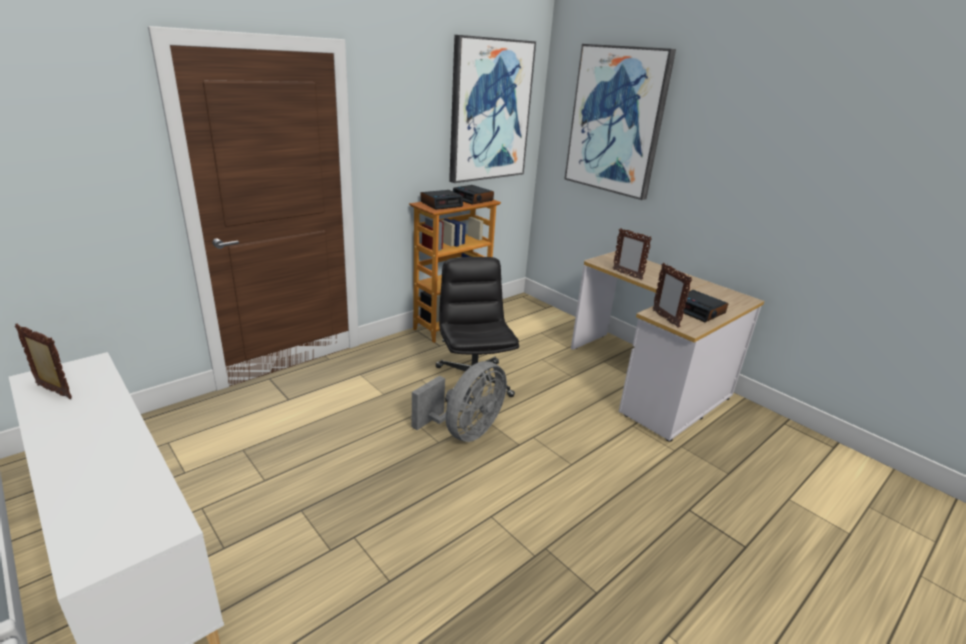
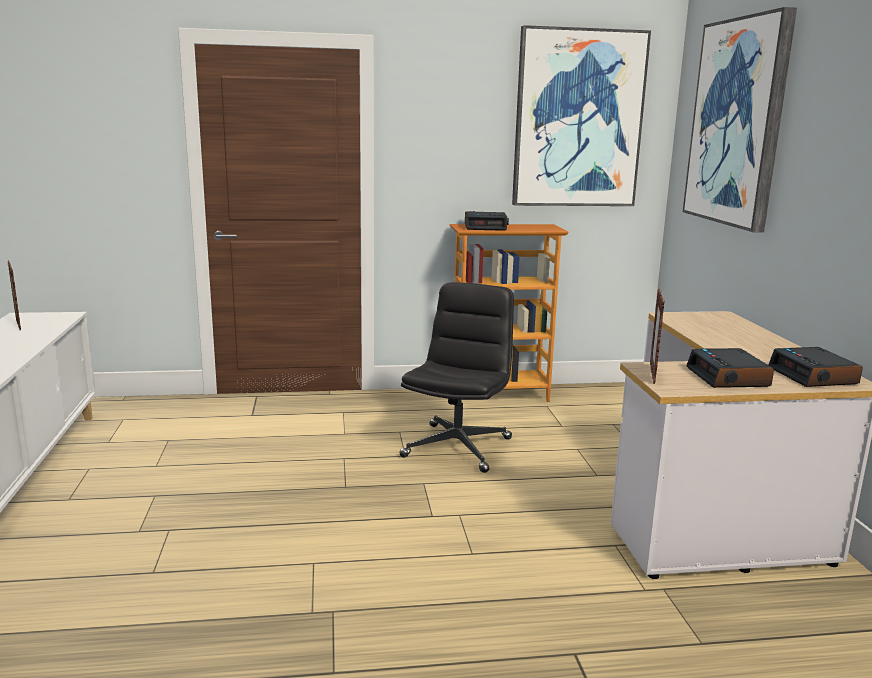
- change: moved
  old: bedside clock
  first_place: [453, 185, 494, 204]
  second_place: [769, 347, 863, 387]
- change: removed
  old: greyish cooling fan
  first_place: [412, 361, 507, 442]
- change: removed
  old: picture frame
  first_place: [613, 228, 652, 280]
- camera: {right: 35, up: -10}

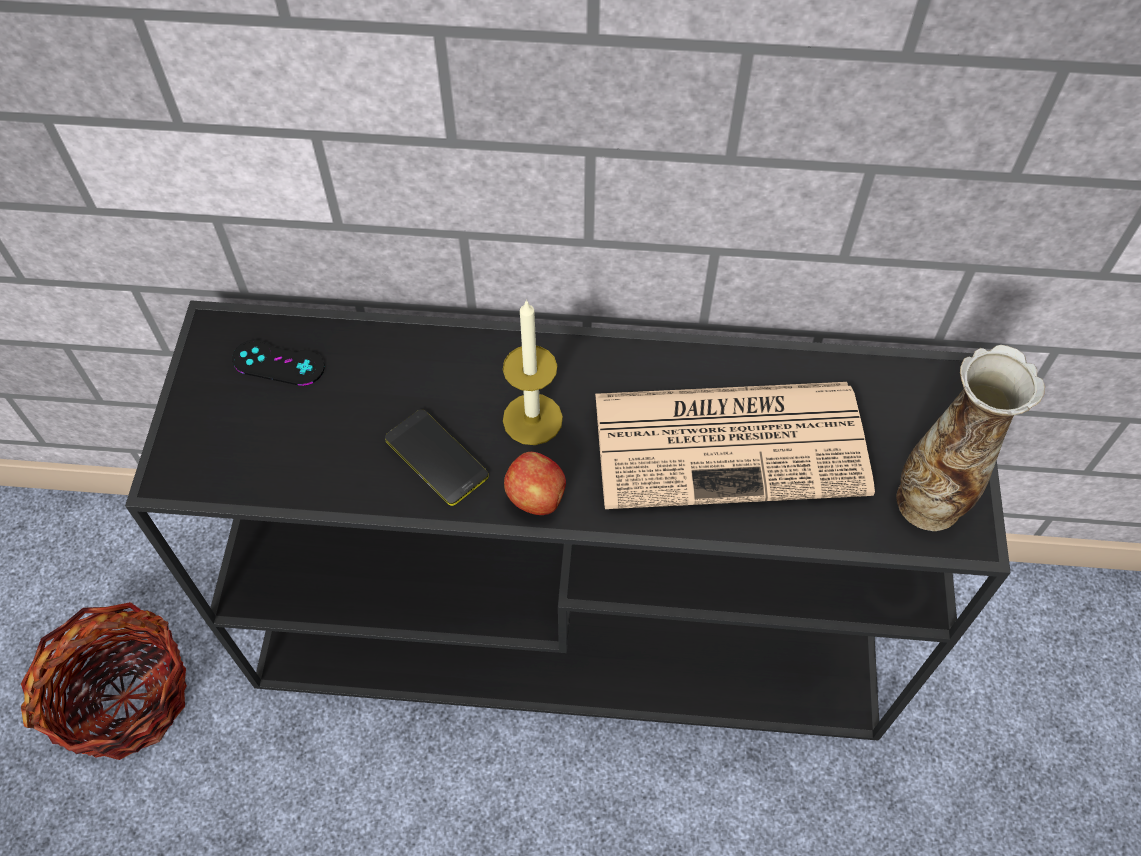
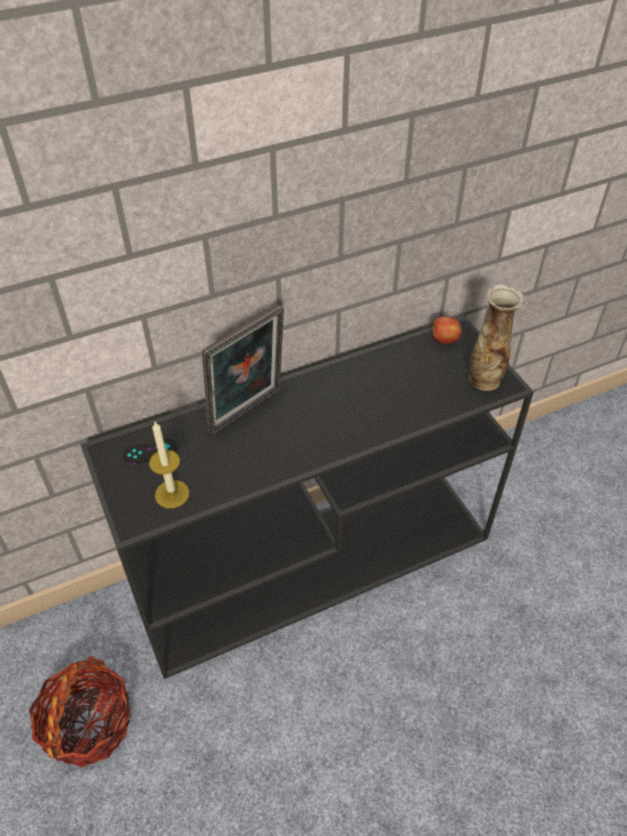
- change: moved
  old: candle
  first_place: [503, 299, 563, 445]
  second_place: [149, 422, 189, 508]
- change: added
  new: picture frame
  second_place: [202, 305, 284, 435]
- change: moved
  old: apple
  first_place: [504, 452, 566, 515]
  second_place: [432, 317, 461, 344]
- change: removed
  old: telephone
  first_place: [385, 409, 489, 506]
- change: removed
  old: newspaper
  first_place: [595, 382, 875, 509]
- camera: {right: -30, up: -10}

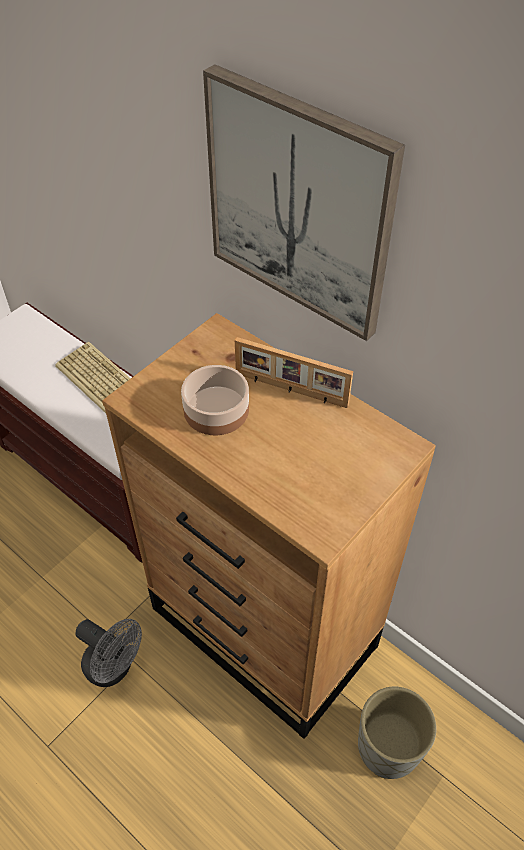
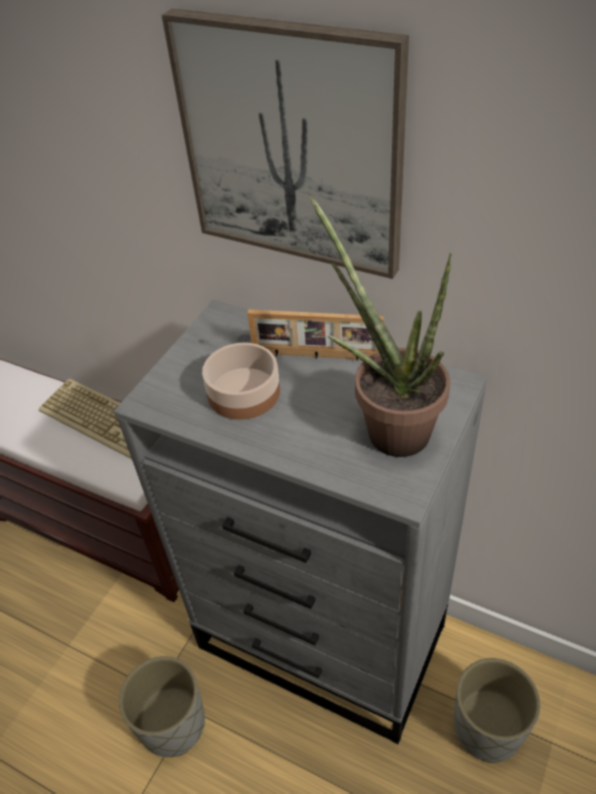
- change: recoloured
  old: brown chest of drawers
  new: greyish chest of drawers
  first_place: [102, 313, 436, 739]
  second_place: [114, 300, 487, 744]
- change: replaced
  old: greyish cooling fan
  new: greyish planter
  first_place: [75, 619, 142, 687]
  second_place: [119, 656, 205, 757]
- change: added
  new: potted plant
  second_place: [309, 195, 452, 457]
- camera: {right: -10, up: -5}

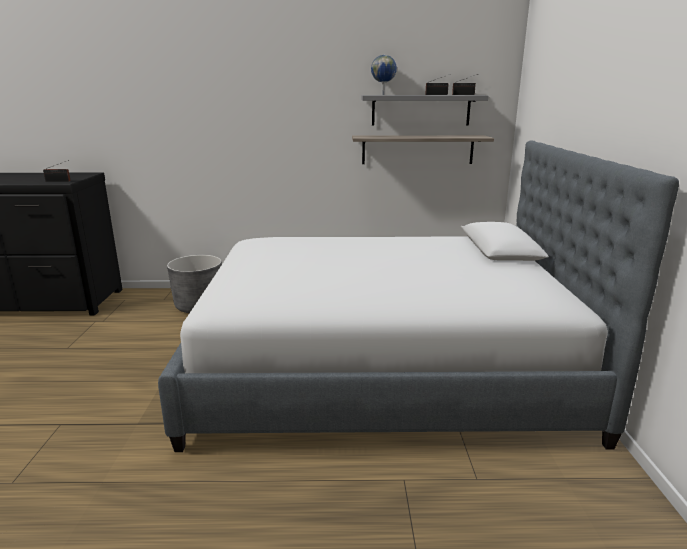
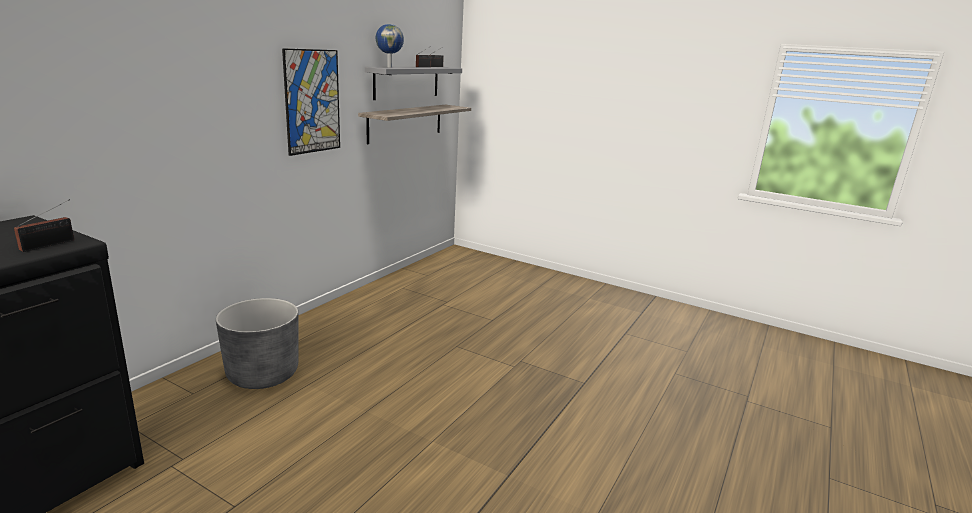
- change: added
  new: wall art
  second_place: [282, 48, 340, 156]
- change: removed
  old: bed
  first_place: [158, 140, 679, 452]
- camera: {right: -60, up: 0}

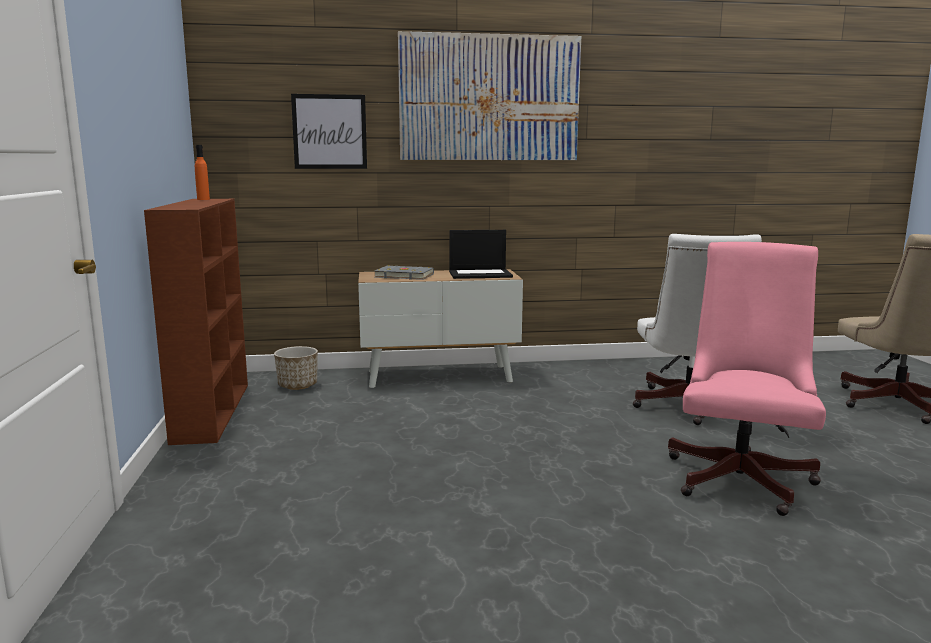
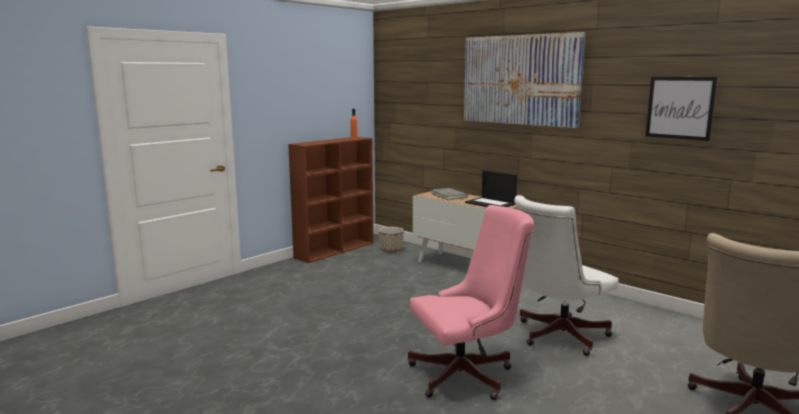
- change: moved
  old: wall art
  first_place: [291, 94, 367, 169]
  second_place: [645, 77, 718, 141]
- camera: {right: 50, up: 0}

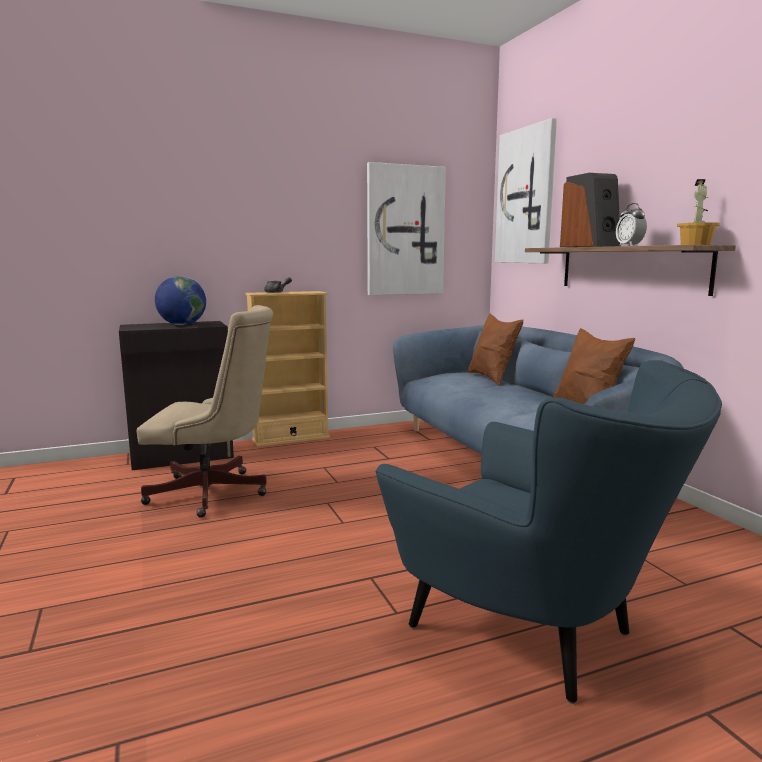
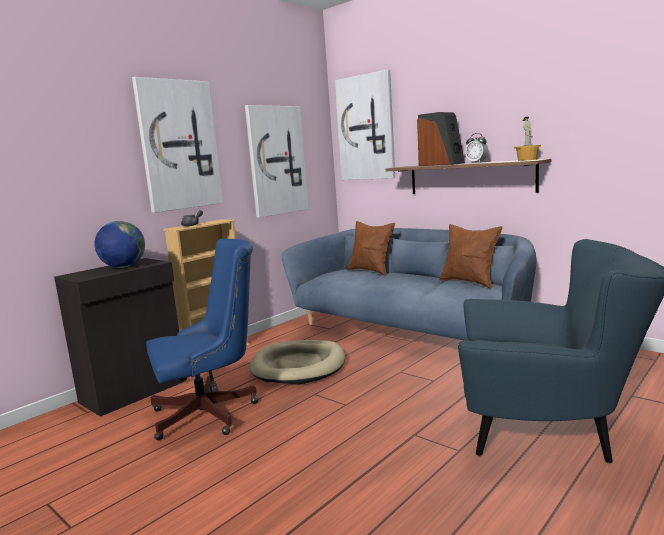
- change: added
  new: wall art
  second_place: [132, 77, 223, 213]
- change: recoloured
  old: sand-coloured office chair
  new: blue office chair
  first_place: [137, 305, 273, 518]
  second_place: [146, 239, 258, 440]
- change: added
  new: sand-coloured pet bed
  second_place: [250, 340, 345, 385]
- camera: {right: -25, up: 0}

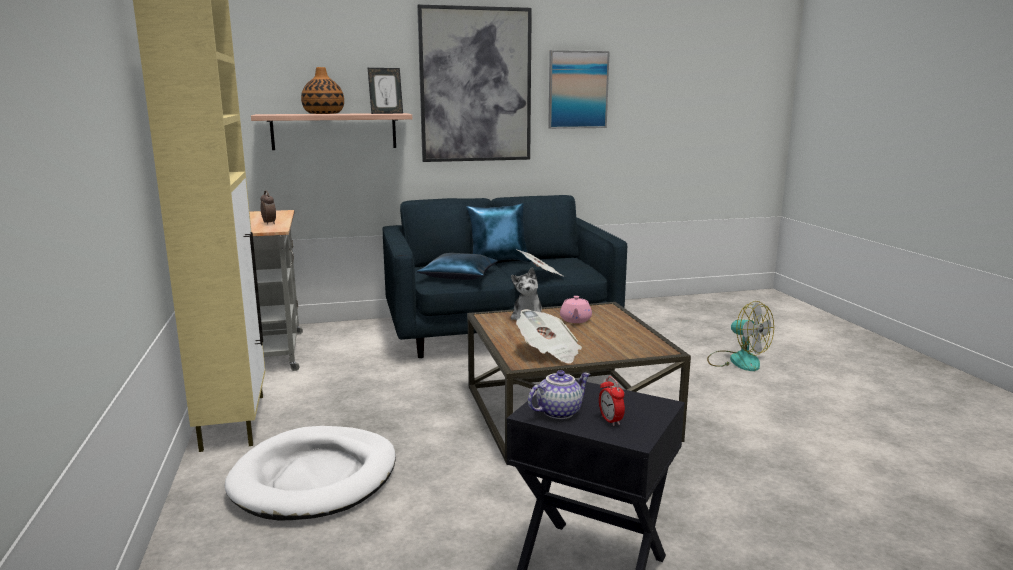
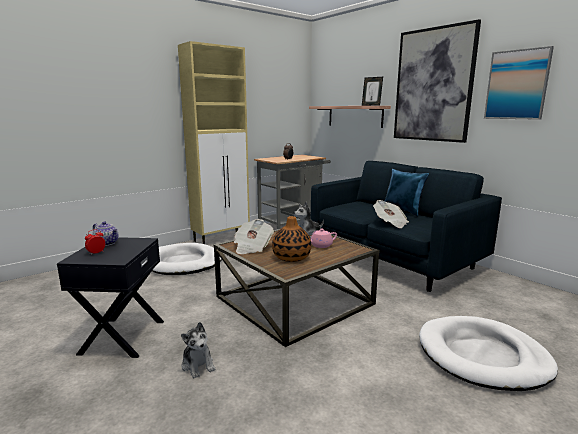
- change: added
  new: cuddly toy
  second_place: [181, 322, 215, 378]
- change: moved
  old: flower vase
  first_place: [301, 67, 344, 114]
  second_place: [272, 216, 311, 262]
- change: replaced
  old: cooling fan
  new: white-coloured pet bed
  first_place: [707, 301, 774, 371]
  second_place: [419, 316, 558, 391]
- change: removed
  old: blue pillow
  first_place: [417, 253, 498, 280]
- camera: {right: 65, up: 0}

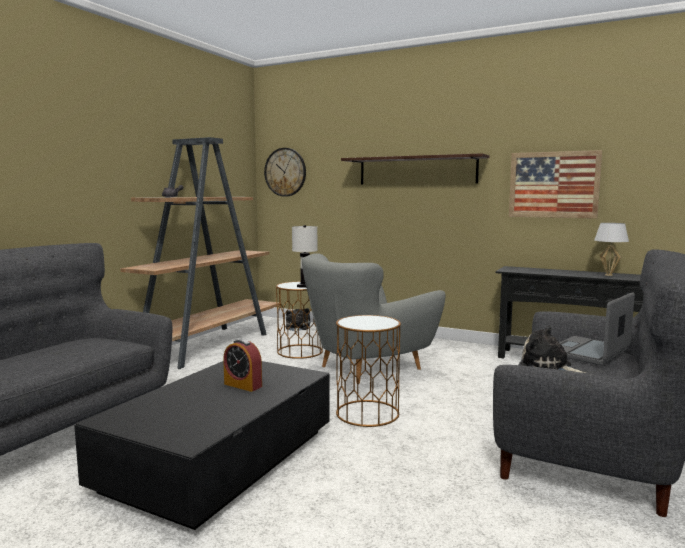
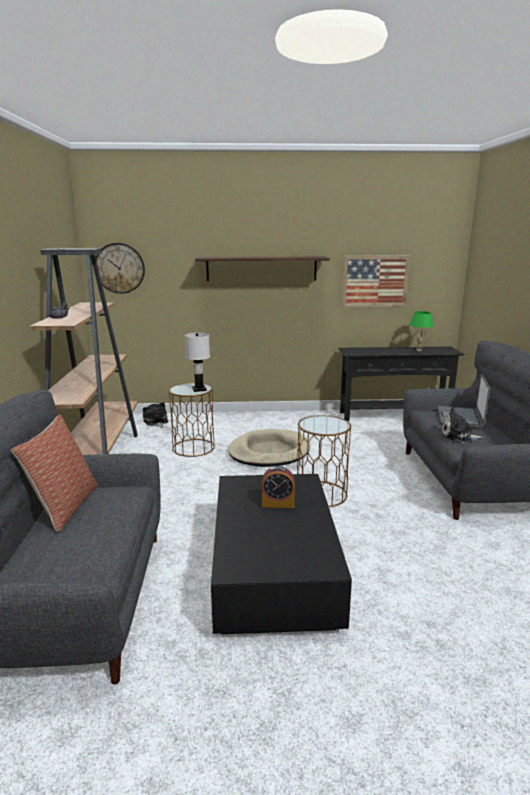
- change: added
  new: pillow
  second_place: [11, 415, 98, 533]
- change: replaced
  old: greyish lounge chair
  new: sand-coloured pet bed
  first_place: [302, 253, 446, 384]
  second_place: [228, 429, 311, 467]
- change: recoloured
  old: white-coloured tabletop lamp
  new: greenish tabletop lamp
  first_place: [594, 223, 629, 276]
  second_place: [410, 311, 433, 351]
- camera: {right: -30, up: 10}

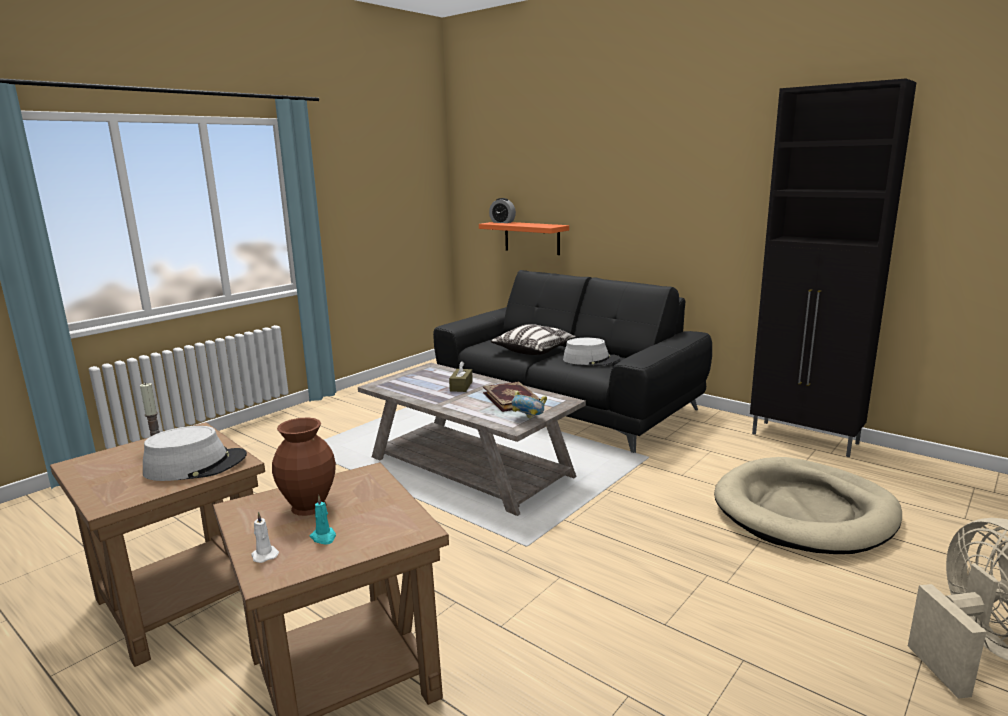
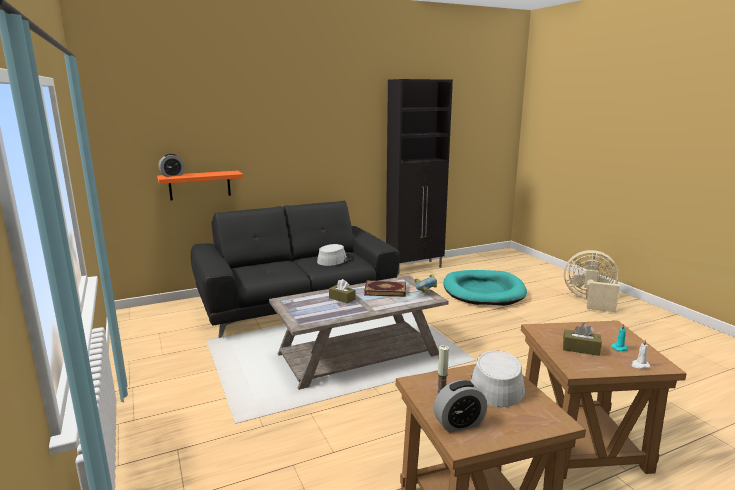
- change: added
  new: bedside clock
  second_place: [434, 380, 487, 433]
- change: recoloured
  old: sand-coloured pet bed
  new: turquoise-coloured pet bed
  first_place: [714, 457, 902, 554]
  second_place: [443, 270, 527, 306]
- change: replaced
  old: brown flower vase
  new: brown tissue holder
  first_place: [272, 417, 336, 516]
  second_place: [563, 323, 602, 356]
- change: removed
  old: pillow
  first_place: [491, 324, 576, 355]
- camera: {right: -65, up: 0}

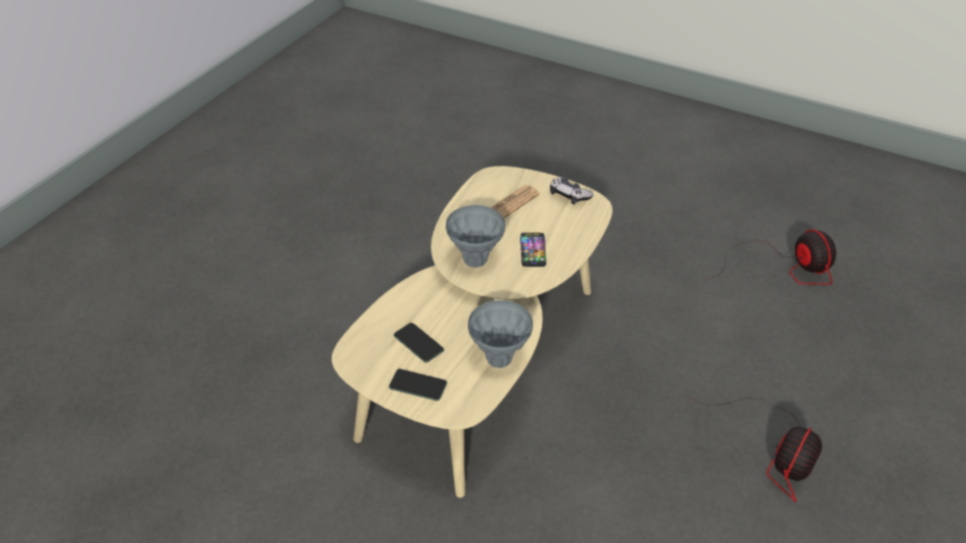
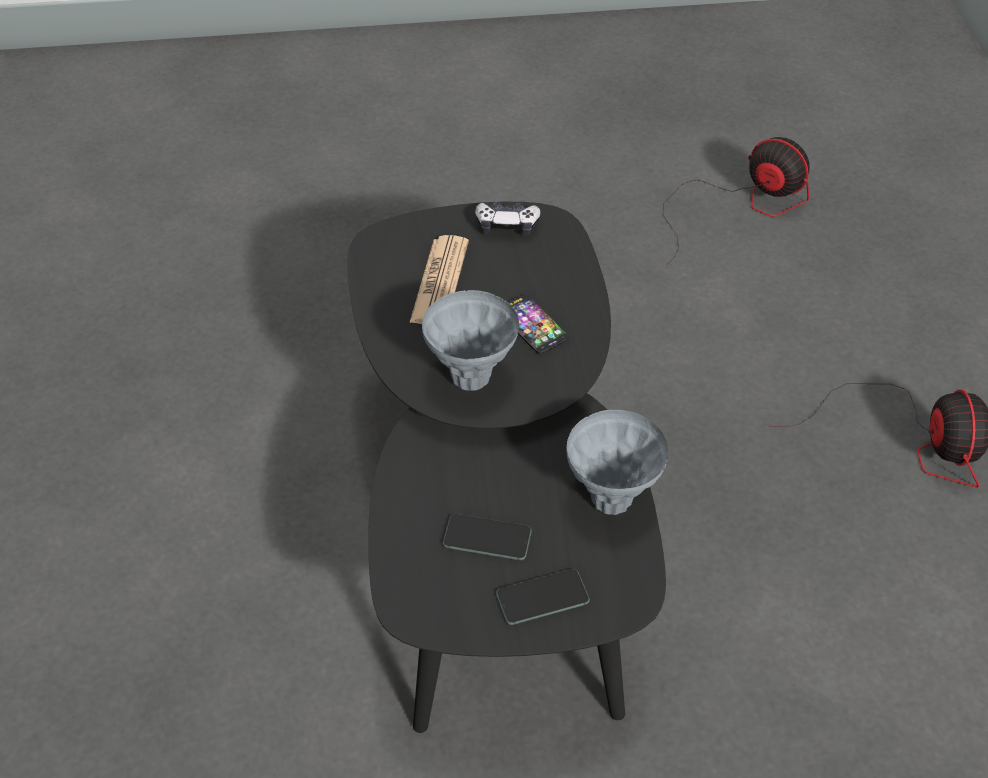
- change: recoloured
  old: sand-coloured lounge table
  new: black lounge table
  first_place: [332, 166, 612, 498]
  second_place: [347, 202, 666, 733]
- camera: {right: -35, up: 5}

